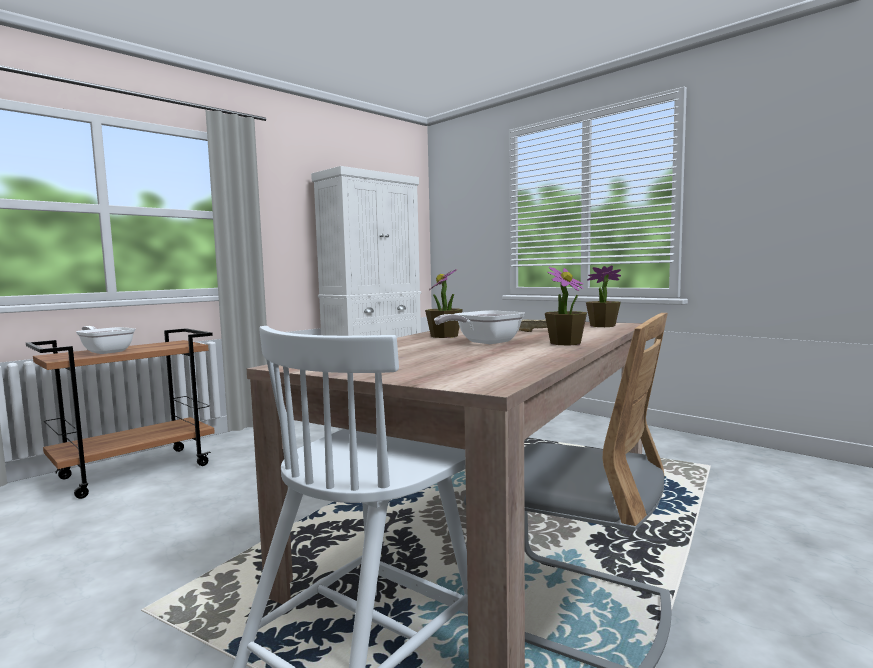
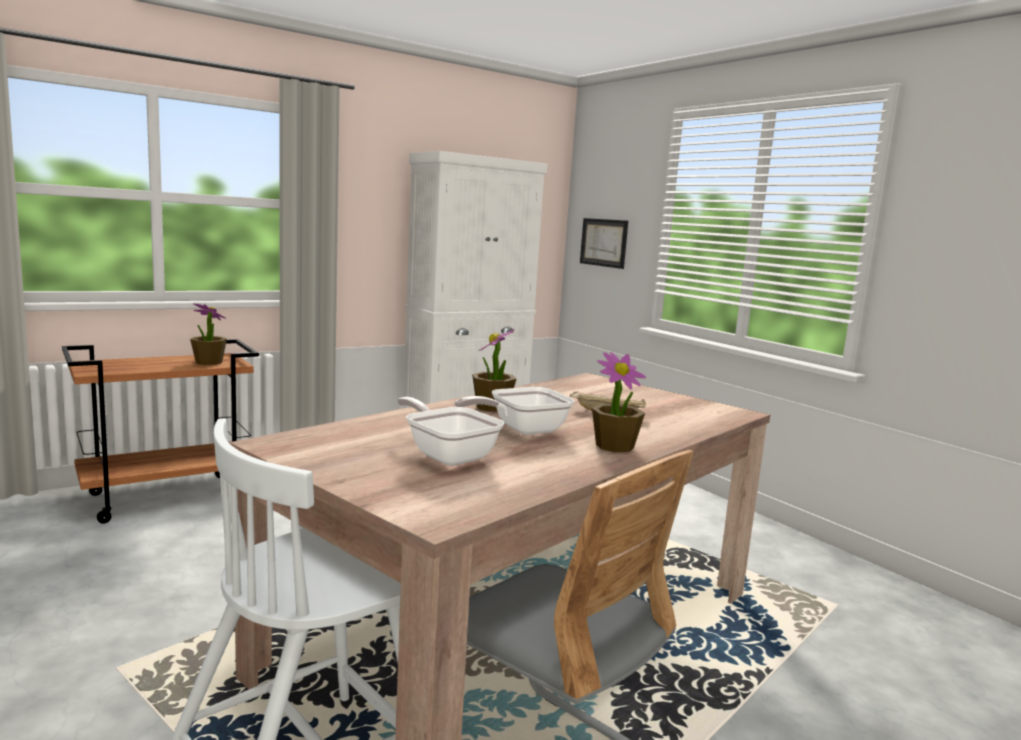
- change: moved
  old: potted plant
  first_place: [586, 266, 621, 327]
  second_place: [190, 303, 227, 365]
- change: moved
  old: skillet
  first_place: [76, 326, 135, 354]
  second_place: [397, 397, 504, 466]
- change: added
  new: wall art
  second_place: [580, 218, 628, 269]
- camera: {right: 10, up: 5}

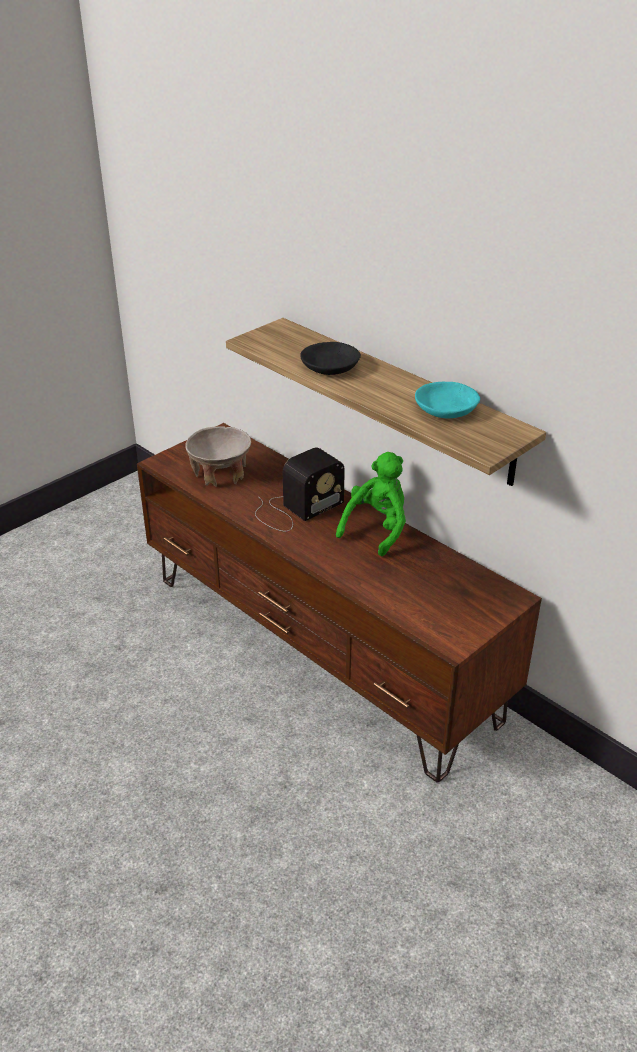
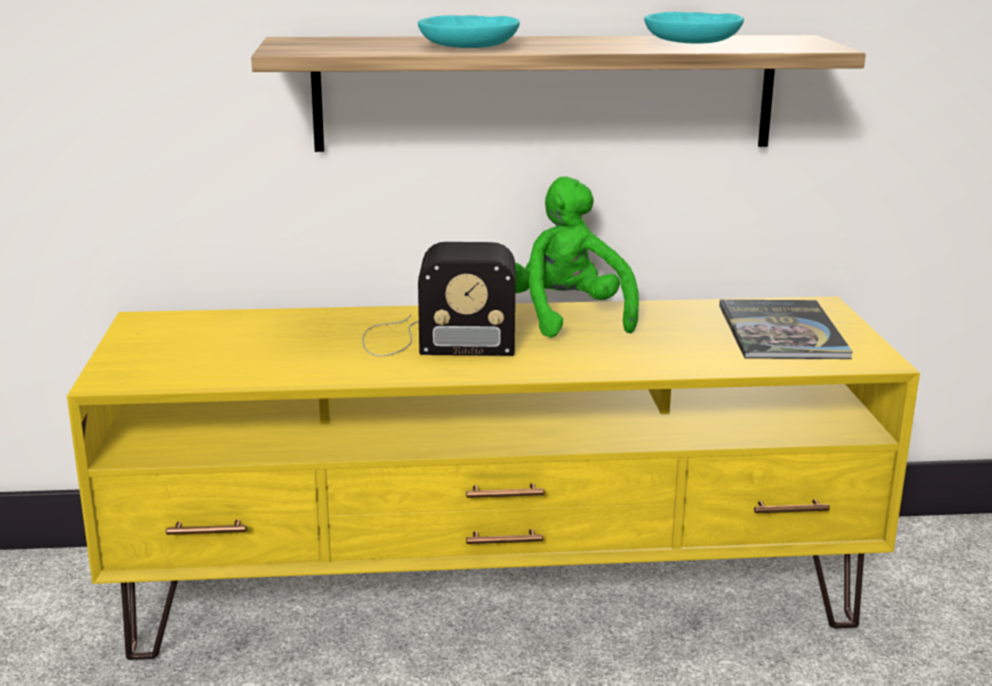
- change: recoloured
  old: brown tv unit
  new: yellow tv unit
  first_place: [137, 423, 542, 782]
  second_place: [67, 296, 920, 660]
- change: turned
  old: radio receiver
  first_place: [255, 448, 345, 532]
  second_place: [363, 242, 516, 356]
  degrees: 90
- change: recoloured
  old: black serving bowl
  new: turquoise-coloured serving bowl
  first_place: [300, 342, 361, 375]
  second_place: [418, 15, 520, 48]
- change: added
  new: book
  second_place: [719, 300, 853, 359]
- change: removed
  old: sand-coloured serving bowl
  first_place: [185, 426, 251, 487]
- camera: {right: -50, up: -15}

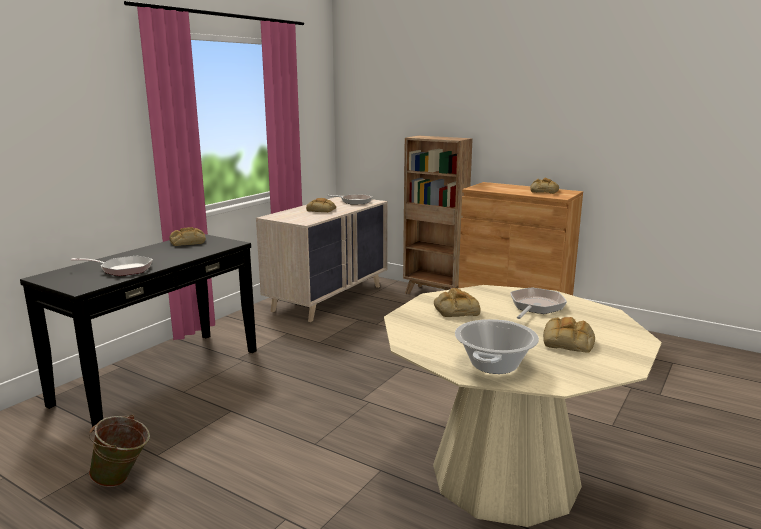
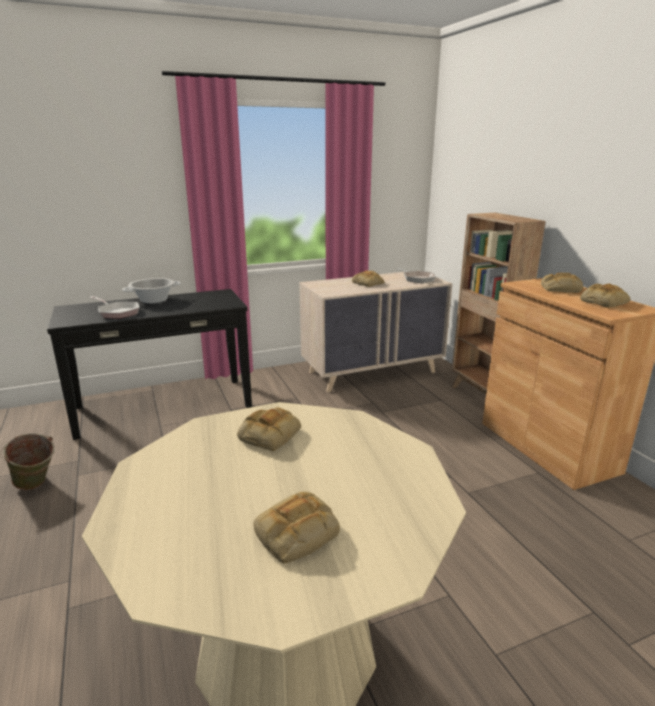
- change: moved
  old: cooking pot
  first_place: [455, 319, 539, 374]
  second_place: [122, 278, 181, 303]
- change: moved
  old: baked bread
  first_place: [169, 227, 206, 246]
  second_place: [541, 273, 583, 293]
- change: removed
  old: skillet
  first_place: [510, 287, 567, 319]
- camera: {right: 35, up: 5}

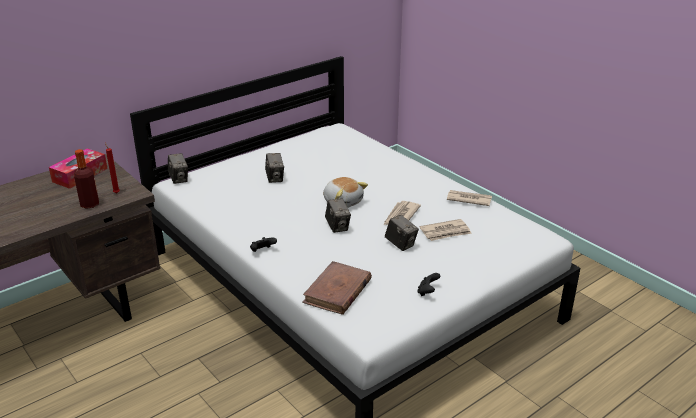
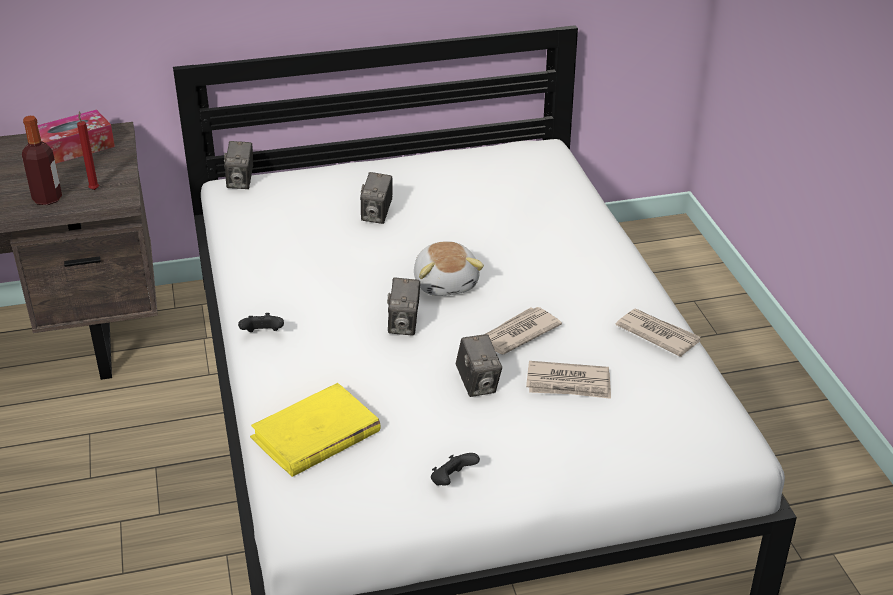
- change: recoloured
  old: brown book
  new: yellow book
  first_place: [302, 261, 372, 315]
  second_place: [250, 383, 381, 477]
- camera: {right: 25, up: 5}

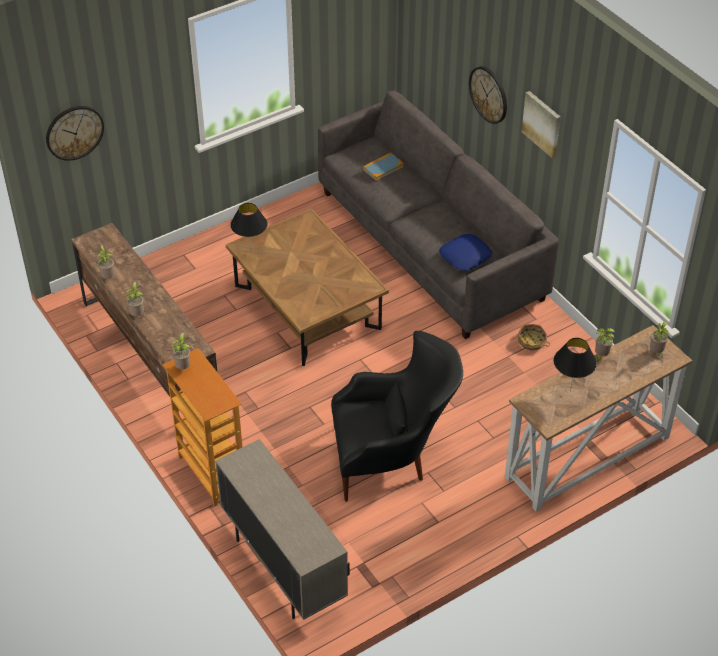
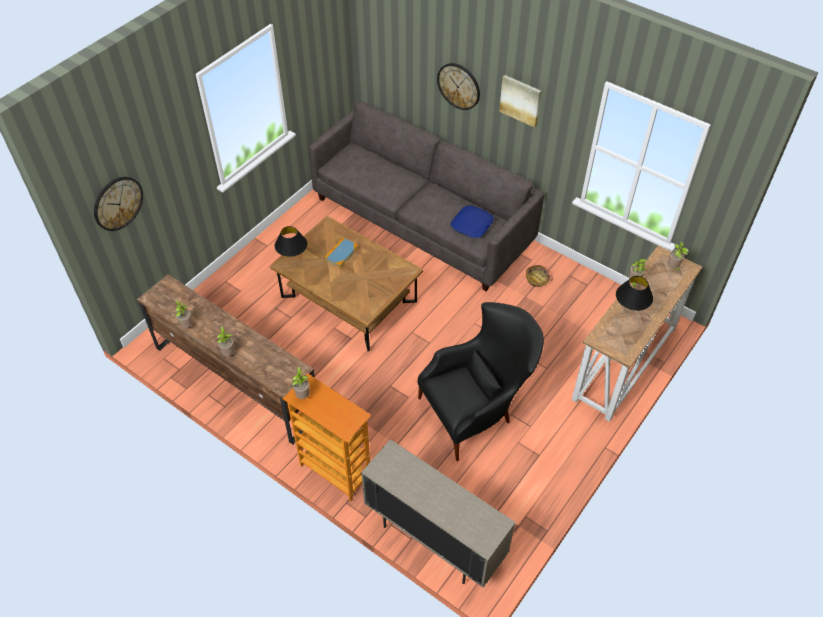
- change: moved
  old: book
  first_place: [363, 153, 404, 181]
  second_place: [324, 238, 359, 268]
- camera: {right: -20, up: 5}

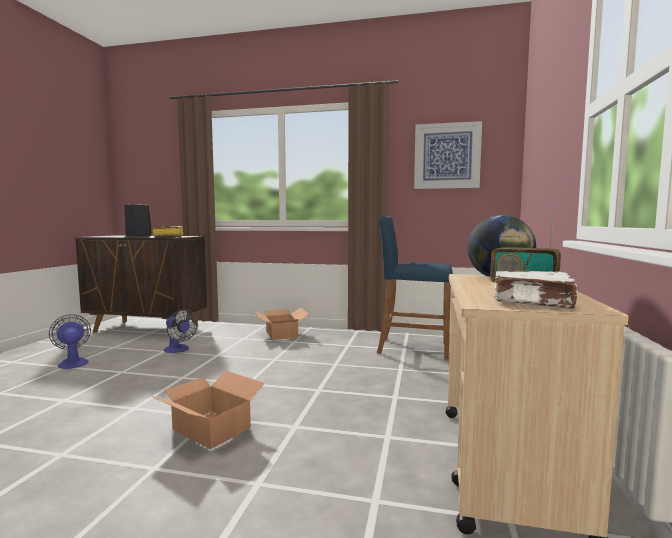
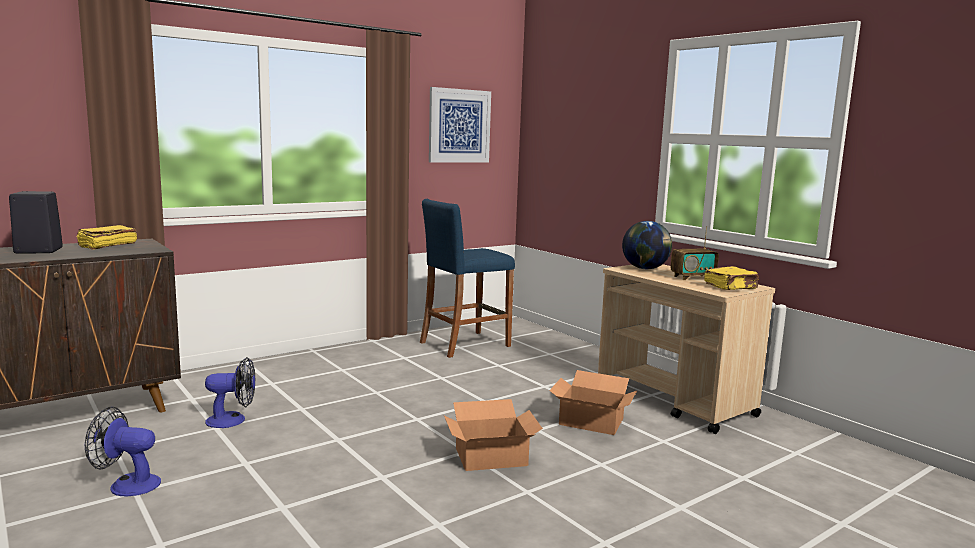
- change: moved
  old: packing box
  first_place: [255, 307, 308, 340]
  second_place: [549, 370, 637, 435]
- change: recoloured
  old: white-coloured book
  new: yellow book
  first_place: [494, 271, 579, 309]
  second_place: [704, 266, 759, 290]
- camera: {right: -50, up: 5}

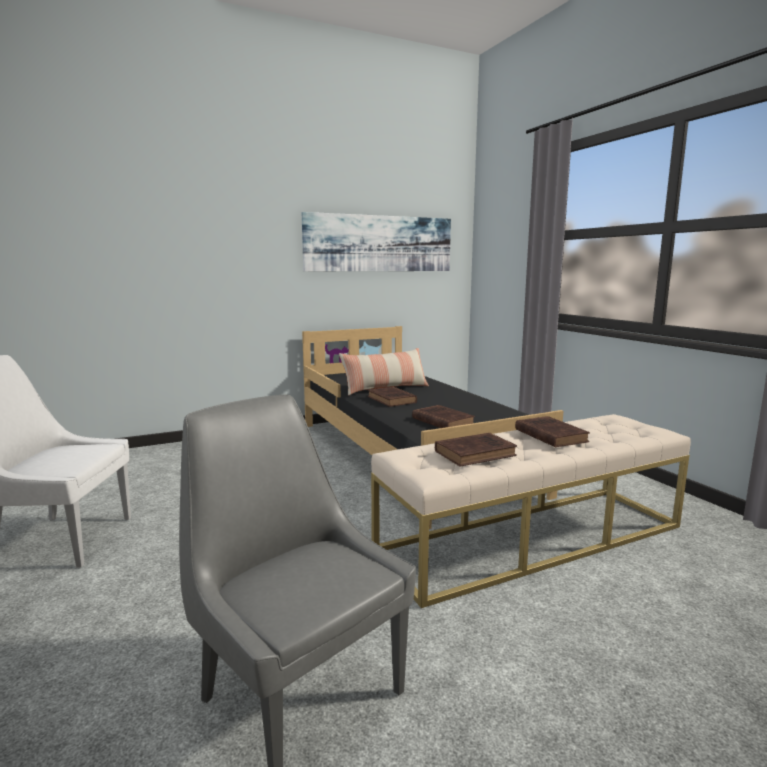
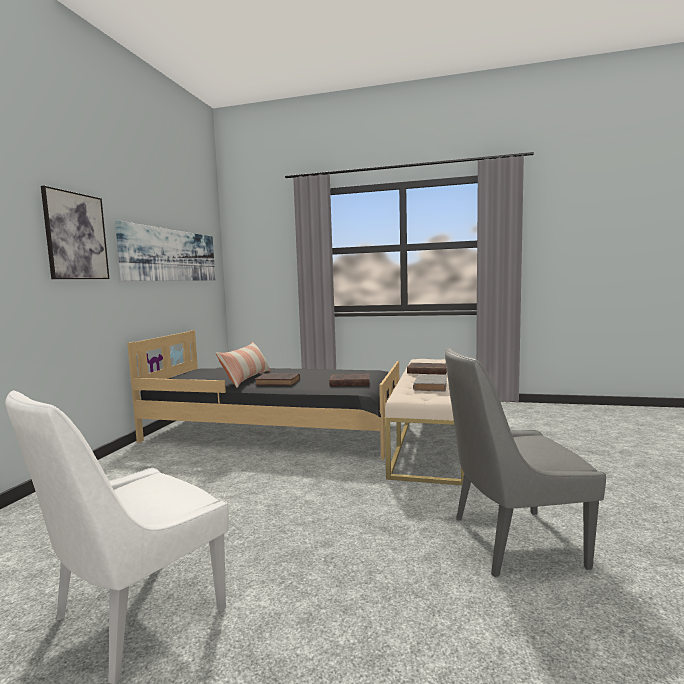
- change: added
  new: wall art
  second_place: [41, 186, 109, 279]
- change: recoloured
  old: brown book
  new: greyish book
  first_place: [435, 433, 517, 467]
  second_place: [413, 374, 447, 392]
- camera: {right: -50, up: -5}

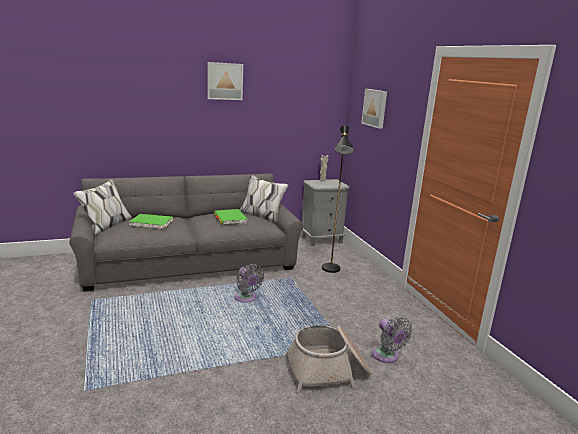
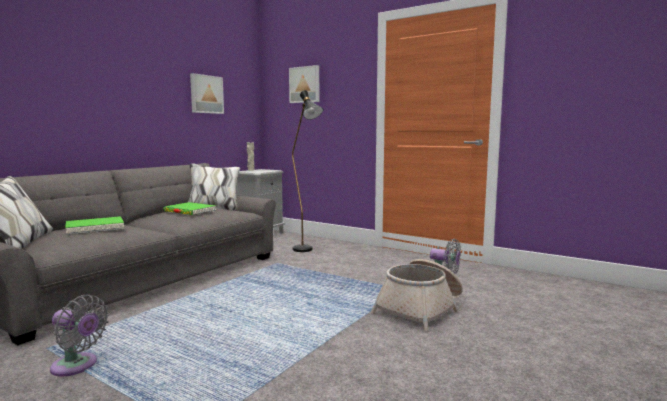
- change: moved
  old: greyish cooling fan
  first_place: [234, 264, 264, 302]
  second_place: [50, 295, 109, 376]
- change: moved
  old: wall art
  first_place: [207, 62, 243, 100]
  second_place: [190, 73, 224, 114]
- camera: {right: -35, up: -10}

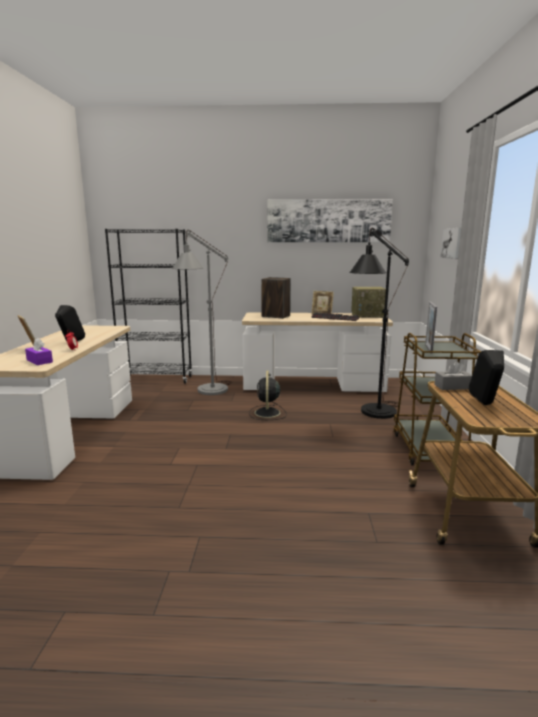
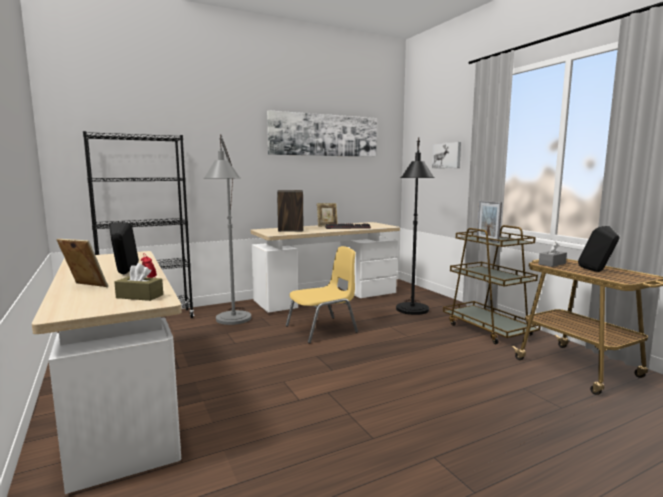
- change: recoloured
  old: purple tissue holder
  new: brown tissue holder
  first_place: [25, 338, 53, 365]
  second_place: [114, 263, 163, 301]
- change: replaced
  old: black cooling fan
  new: yellow plain chair
  first_place: [249, 370, 287, 420]
  second_place: [286, 246, 358, 343]
- change: removed
  old: radio receiver
  first_place: [351, 287, 386, 318]
- camera: {right: -30, up: -5}

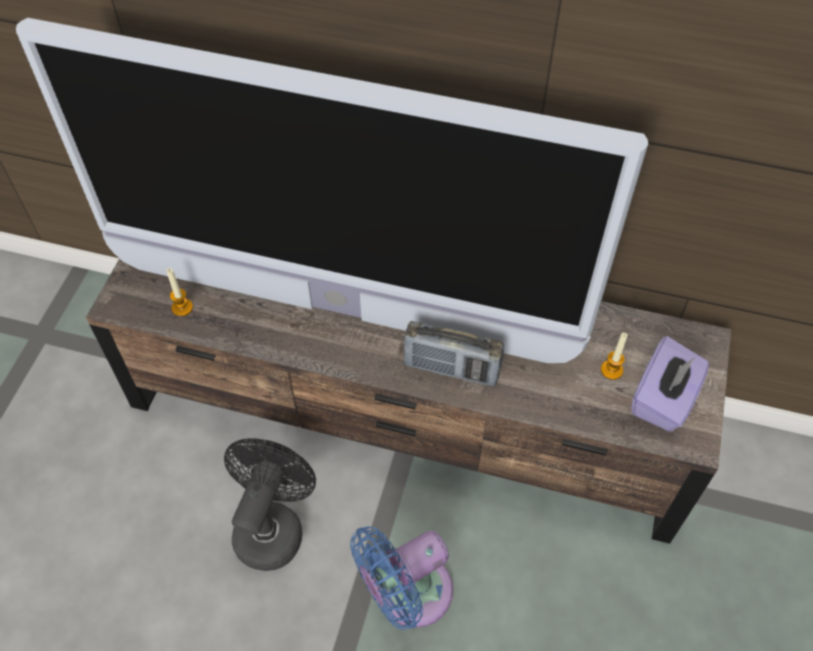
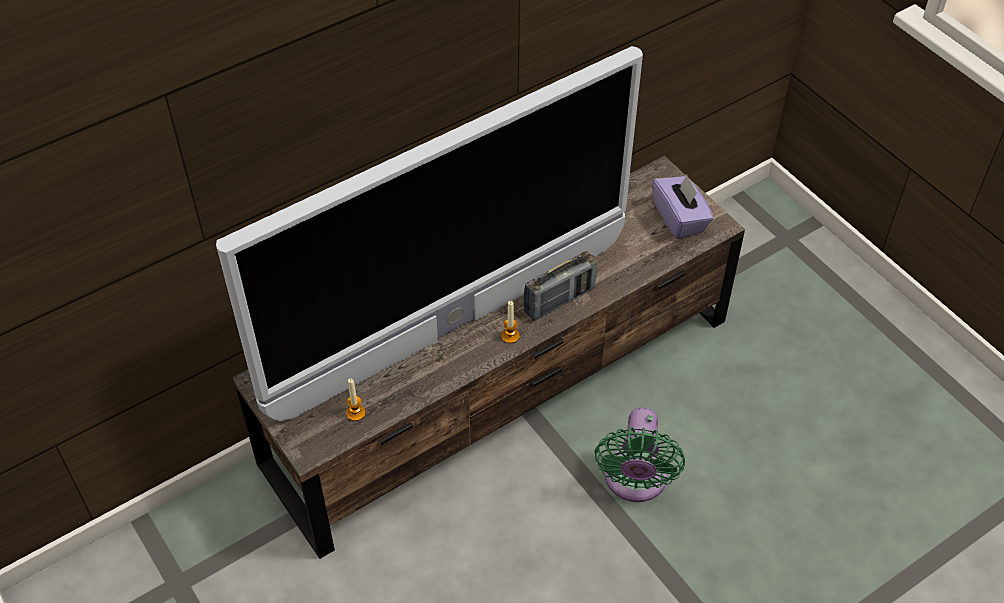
- change: moved
  old: candle
  first_place: [601, 332, 627, 380]
  second_place: [501, 301, 520, 343]
- change: recoloured
  old: blue cooling fan
  new: greenish cooling fan
  first_place: [350, 526, 453, 630]
  second_place: [594, 408, 685, 502]
- change: removed
  old: black cooling fan
  first_place: [224, 438, 316, 571]
- camera: {right: -50, up: -5}

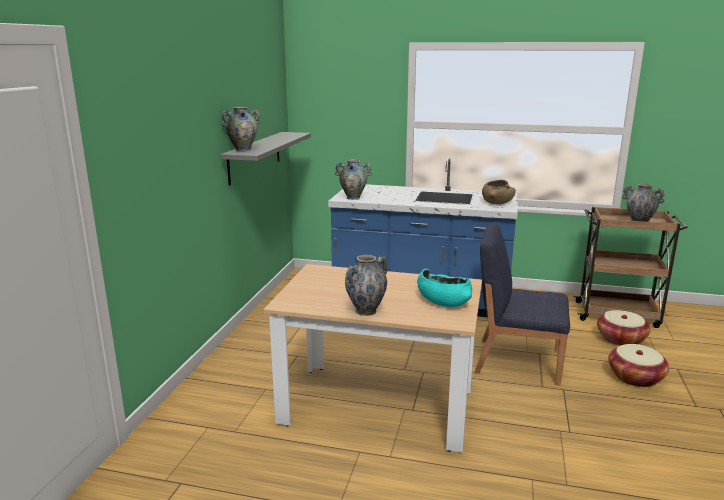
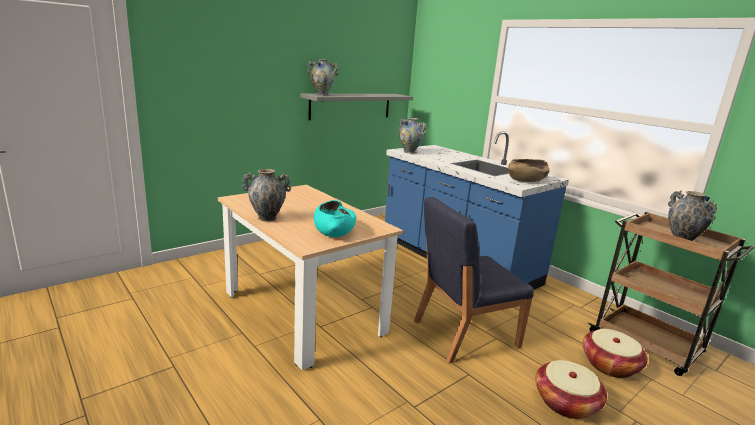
- change: turned
  old: blue plain chair
  first_place: [475, 223, 570, 386]
  second_place: [414, 197, 534, 363]
  degrees: -75
- camera: {right: 35, up: 0}

